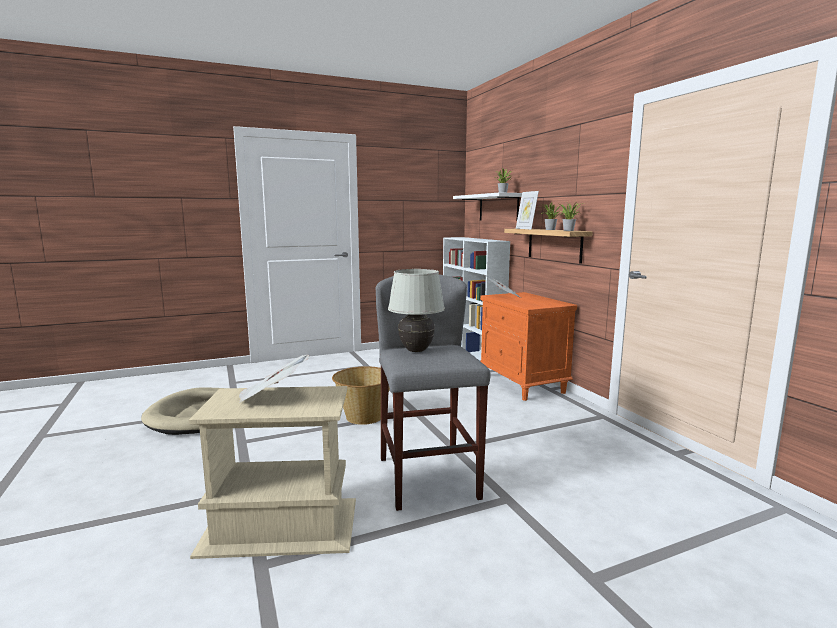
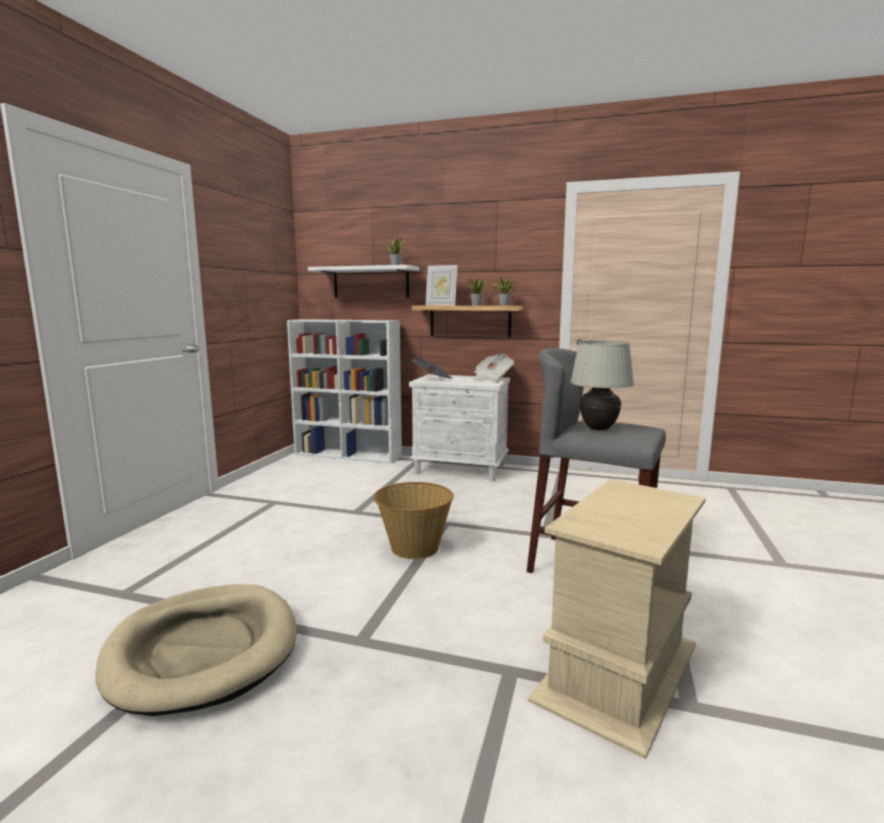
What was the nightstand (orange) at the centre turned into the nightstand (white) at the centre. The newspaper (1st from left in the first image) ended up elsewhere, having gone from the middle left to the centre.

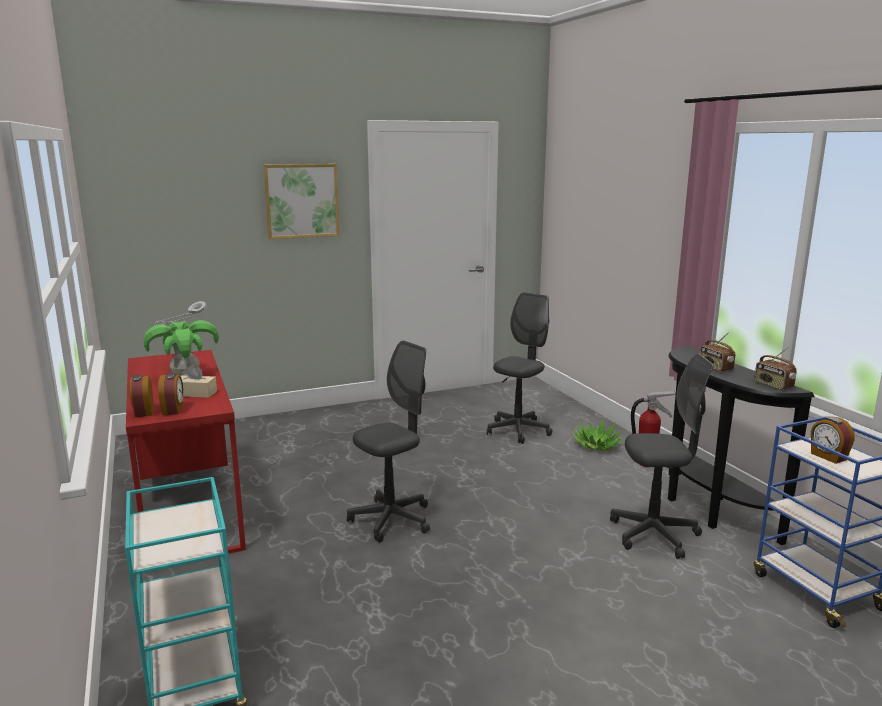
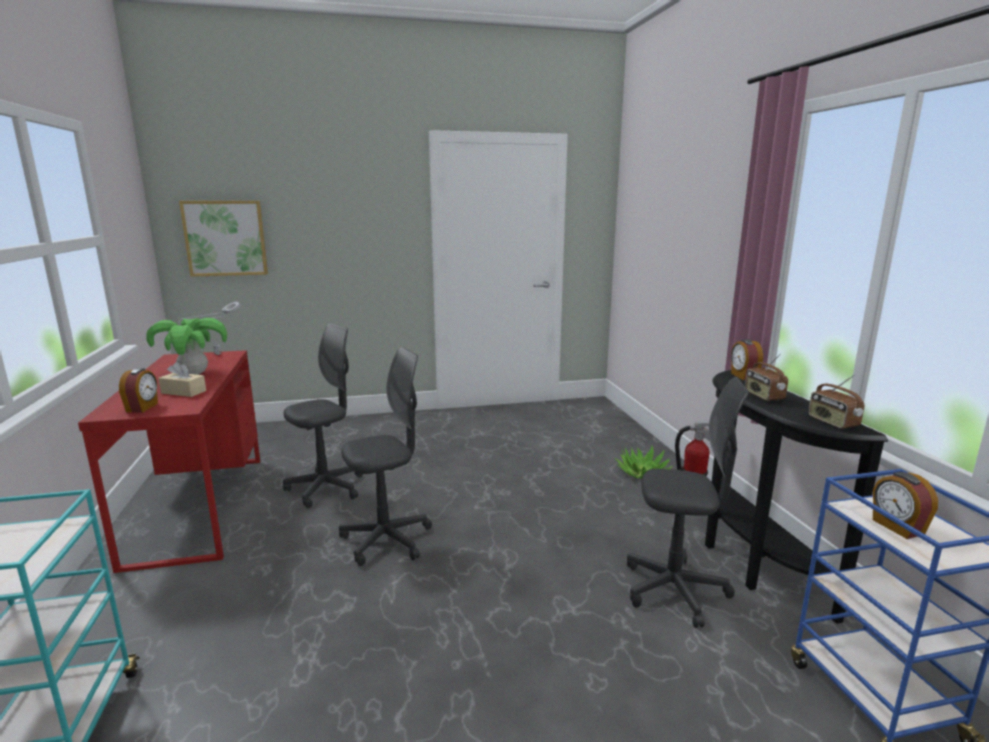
The picture ended up elsewhere, having gone from the top centre to the top left. The office chair (grey) (2nd from left in the first image) ended up elsewhere, having gone from the centre to the middle left. The alarm clock (1st from left in the first image) ended up elsewhere, having gone from the middle left to the middle right.

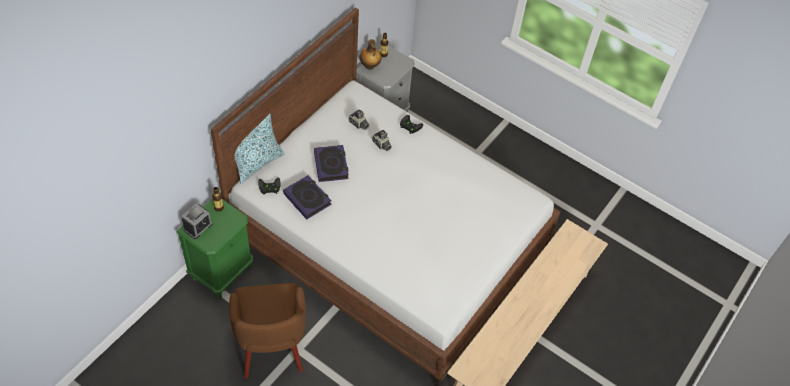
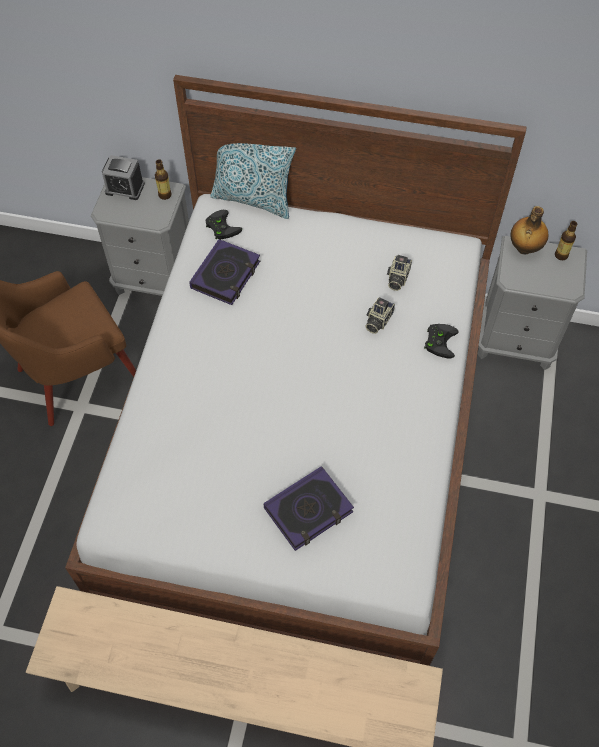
What was the nightstand (green) at the middle left turned into the nightstand (grey) (1st from left) at the top left. The book (2nd from left) ended up elsewhere, having gone from the centre to the bottom centre.

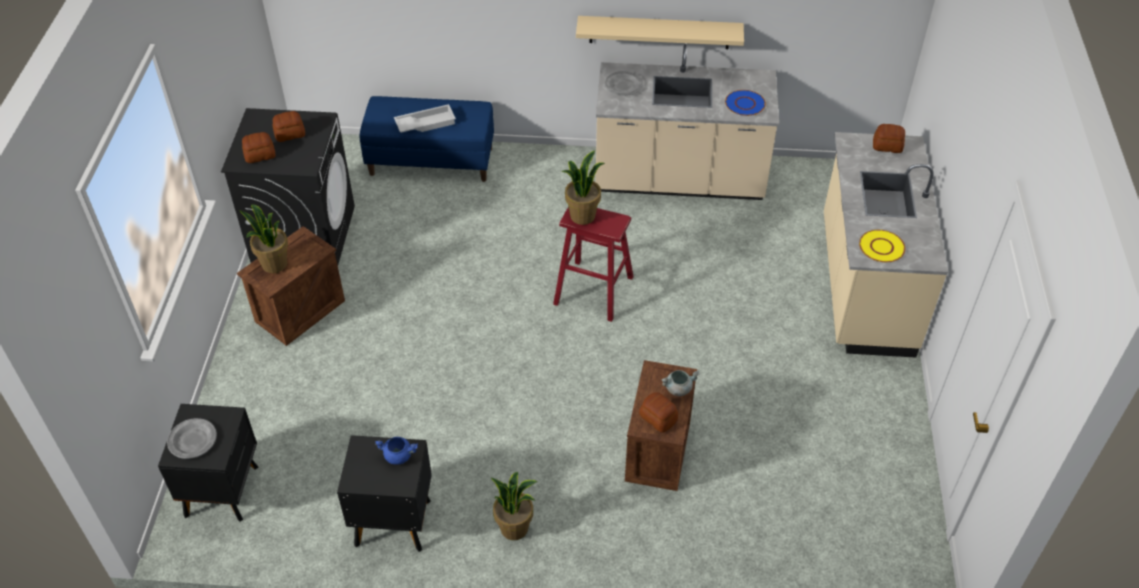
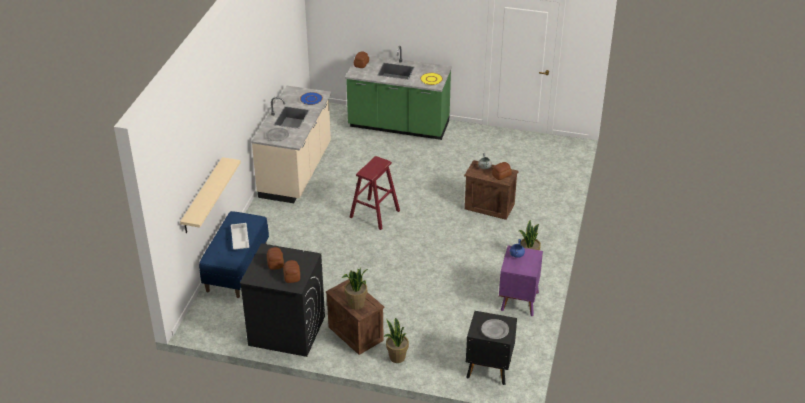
The shelf (beige) ended up elsewhere, having gone from the top centre to the middle left. What was the counter (beige) (2nd from left) at the middle right turned into the counter (green) at the top centre. The potted plant (3rd from left in the first image) ended up elsewhere, having gone from the top centre to the bottom centre. What was the nightstand (black) (2nd from left) at the bottom centre turned into the nightstand (purple) at the bottom centre.

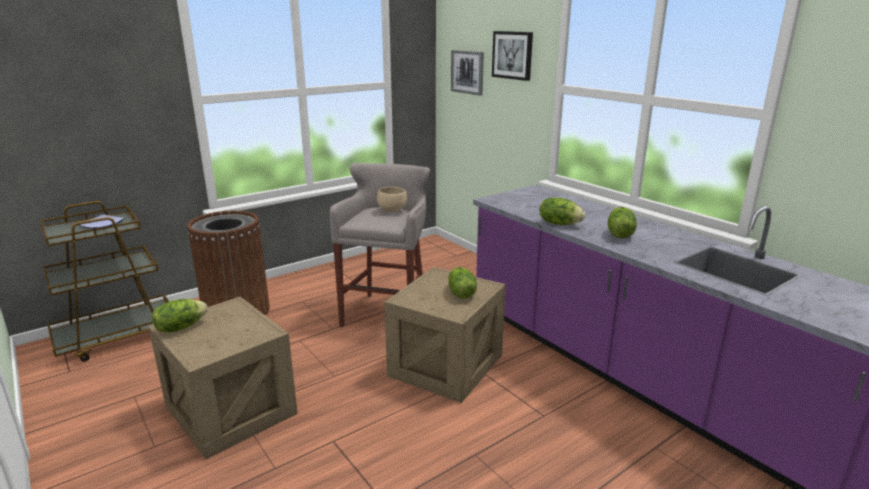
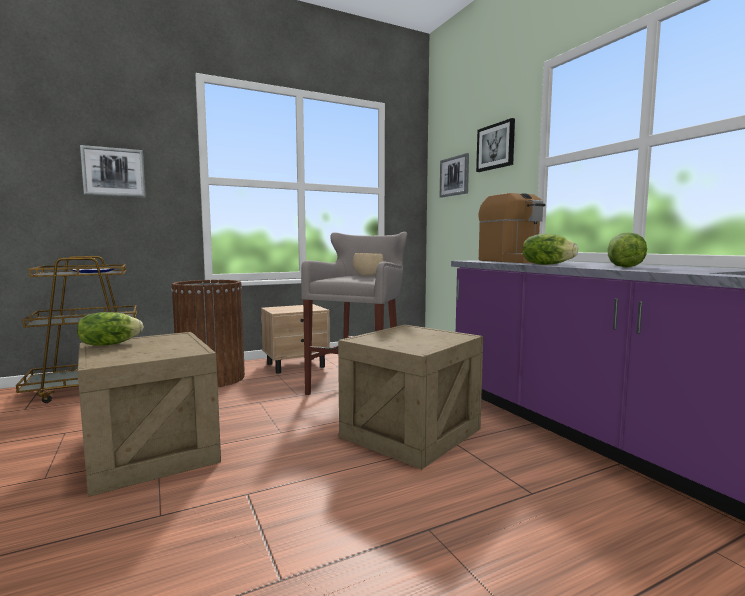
The second view gained the picture (1st from left) at the top left. The second view gained the nightstand (beige) at the centre. The second view gained the coffee machine at the middle right. The second view lost the lettuce (2nd from left) at the centre.

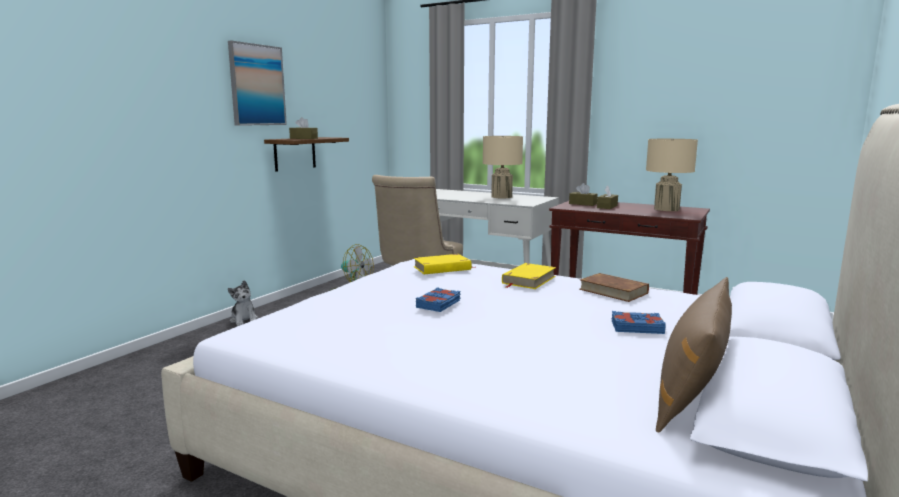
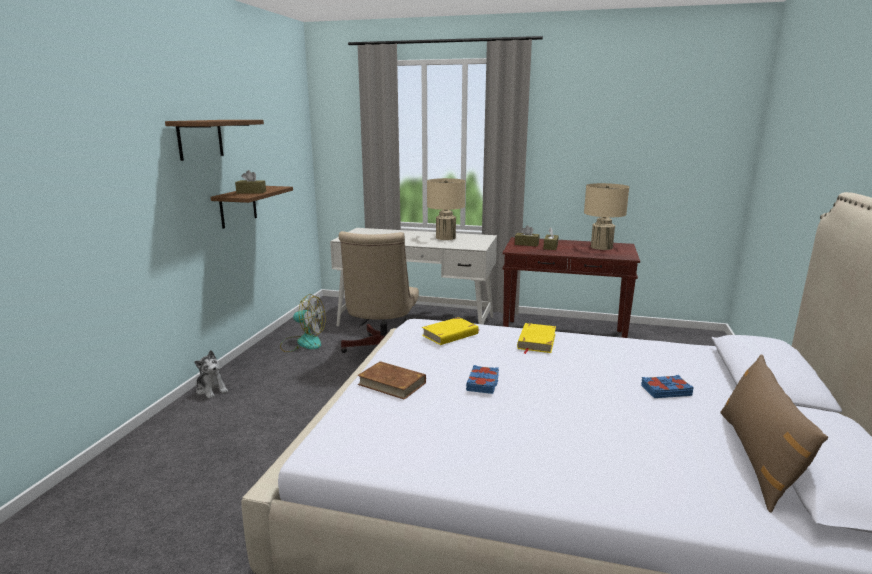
Where the picture hung at the top left, the shelf (1st from left) came to hang at the top left. The book (brown) ended up elsewhere, having gone from the middle right to the centre.

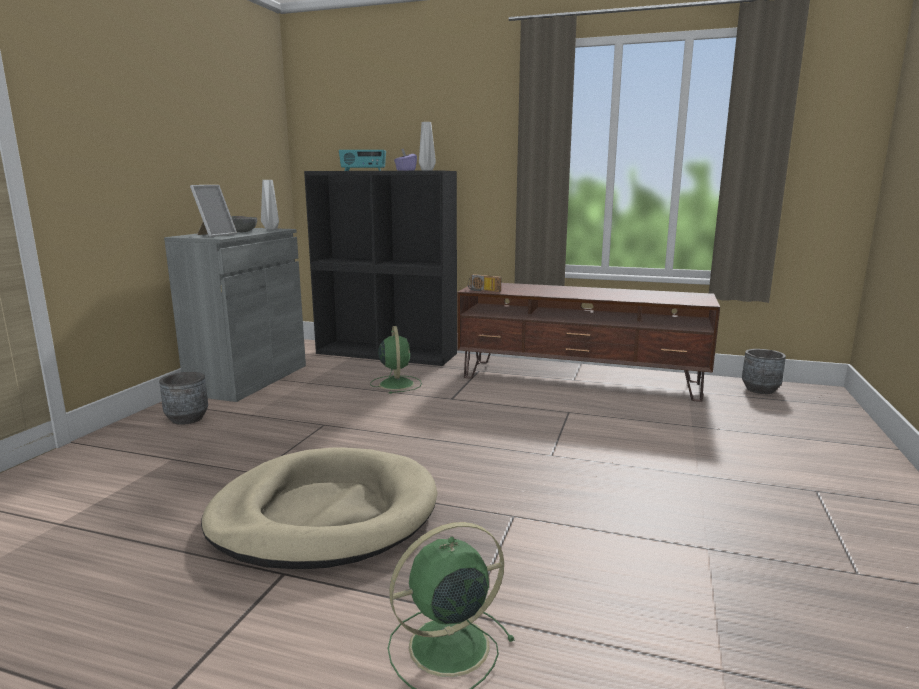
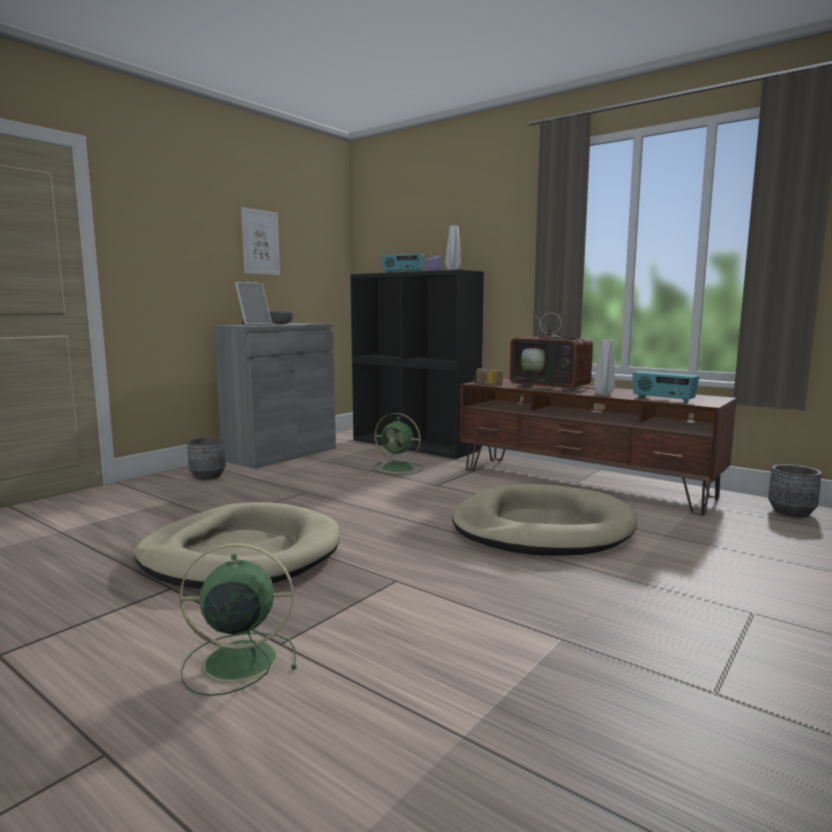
The second view gained the picture at the top left. The fan (green) (1st from left in the first image) at the centre ended up facing another way, 105 degrees clockwise from before. The second view gained the dog bed (beige) (2nd from left) at the centre. The second view gained the television at the centre. The vase (grey) (1st from left in the first image) ended up elsewhere, having gone from the top left to the middle right. The second view gained the radio (3rd from left) at the middle right.

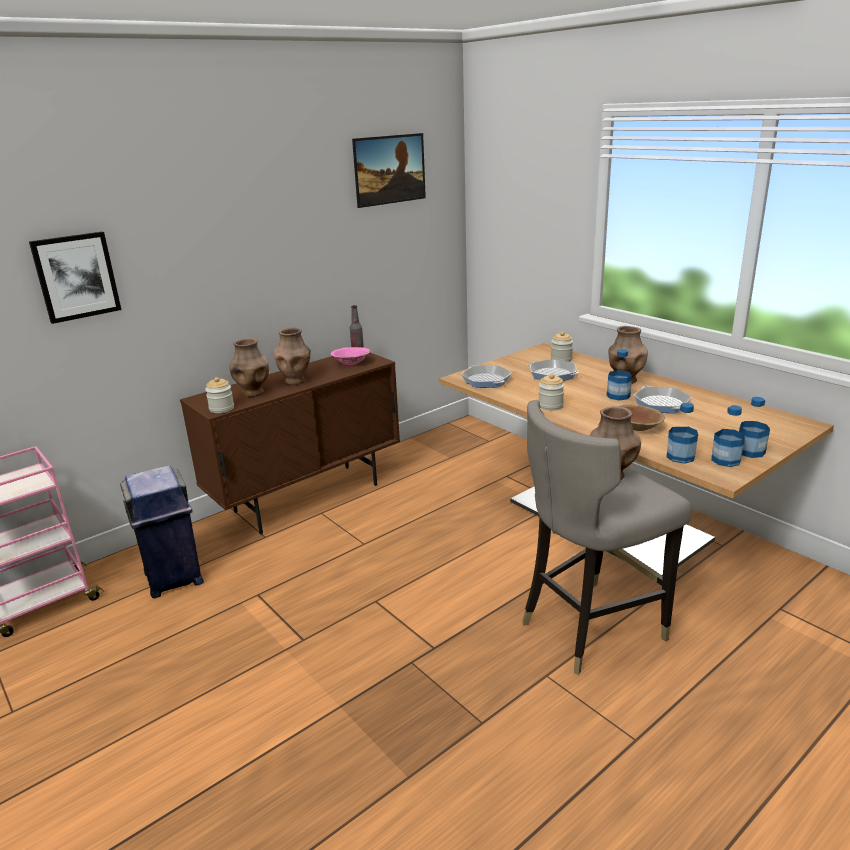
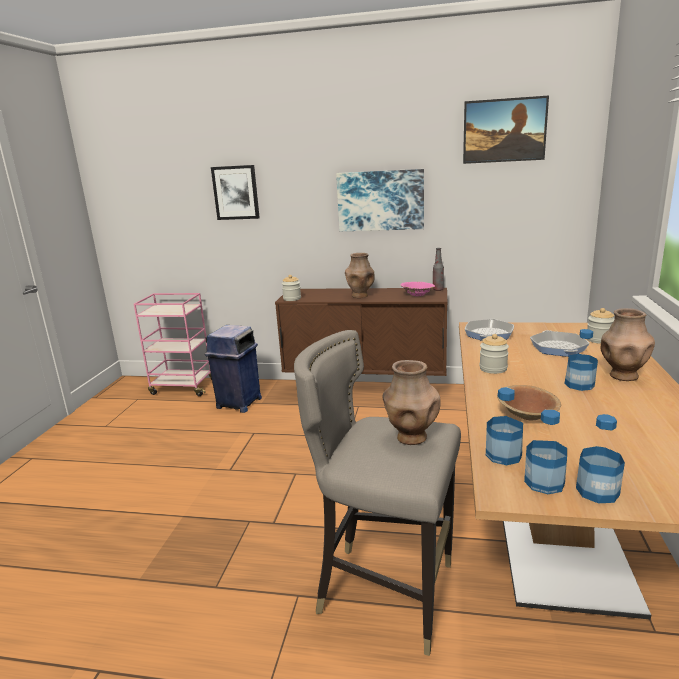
The second view gained the picture (2nd from left) at the top centre. The second view lost the vase (brown) (1st from left) at the middle left. The second view lost the frying pan (3rd from left) at the middle right.

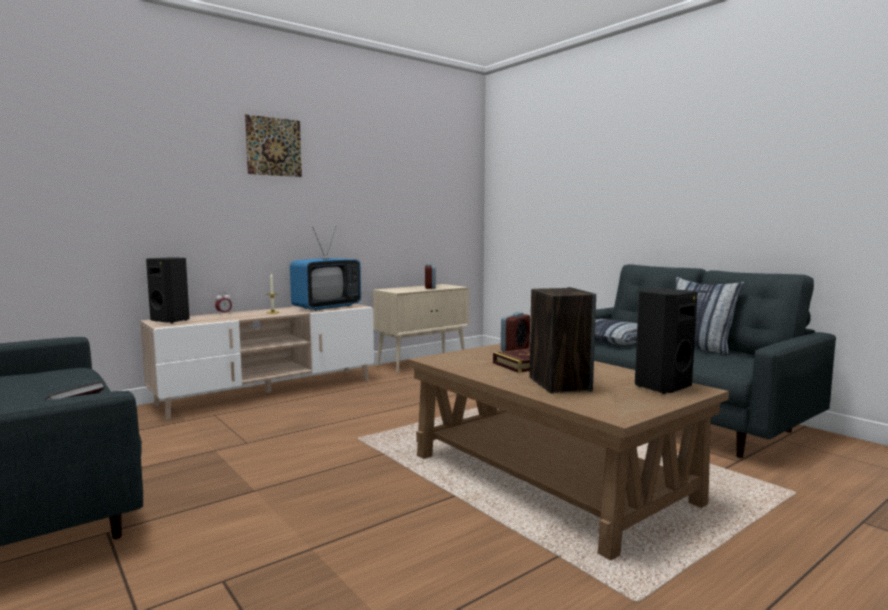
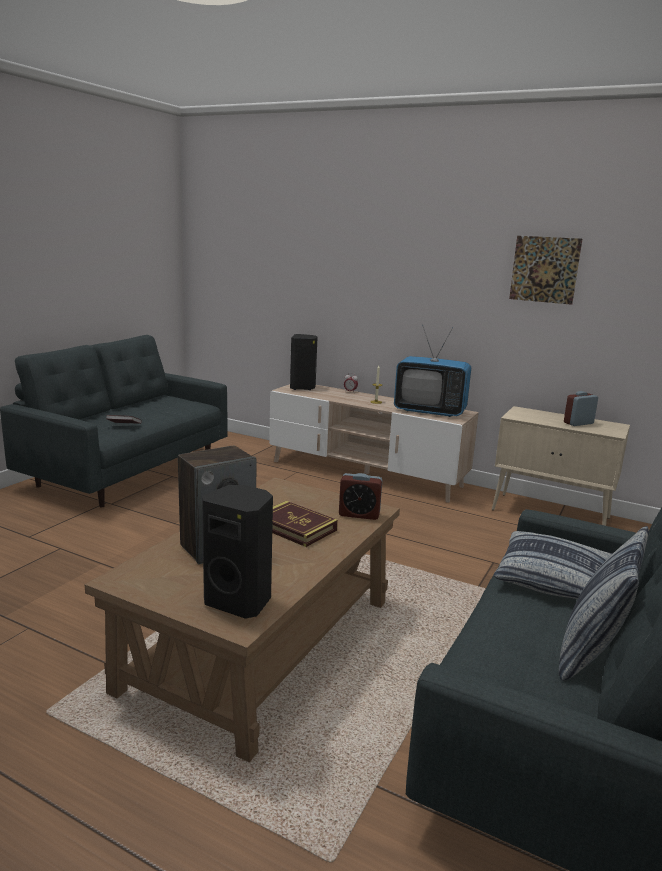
The picture ended up elsewhere, having gone from the top left to the top right.

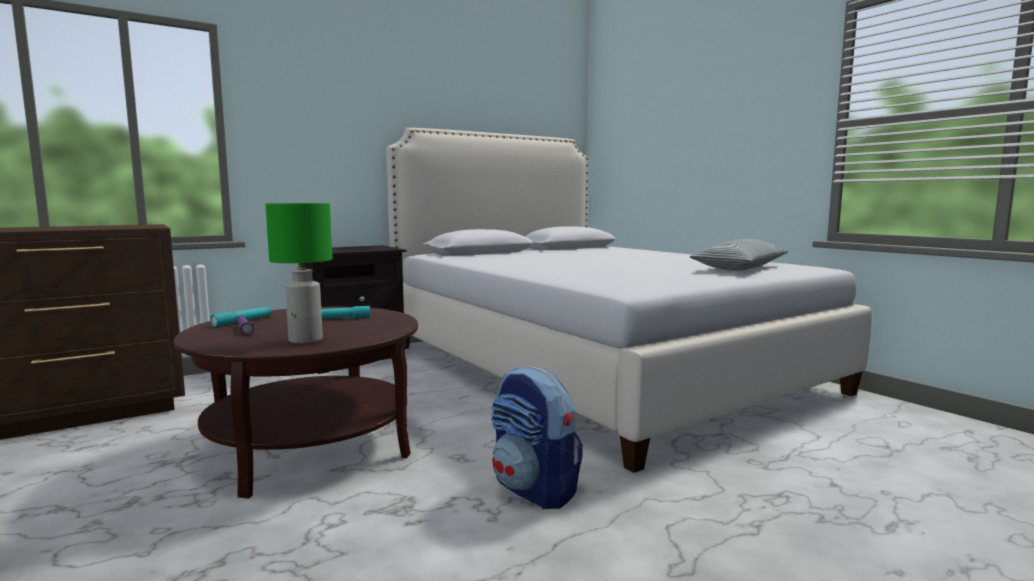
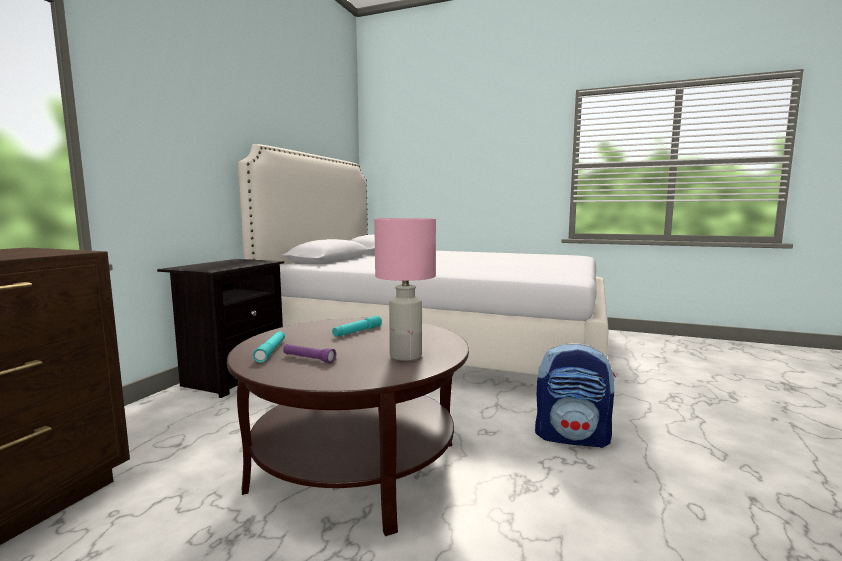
What was the table lamp (green) at the middle left turned into the table lamp (pink) at the centre. The second view lost the pillow at the middle right.

